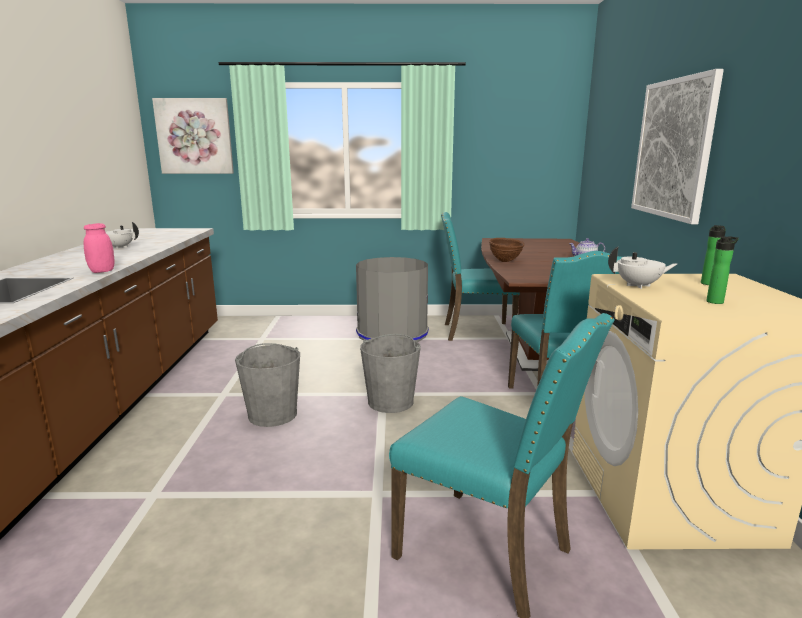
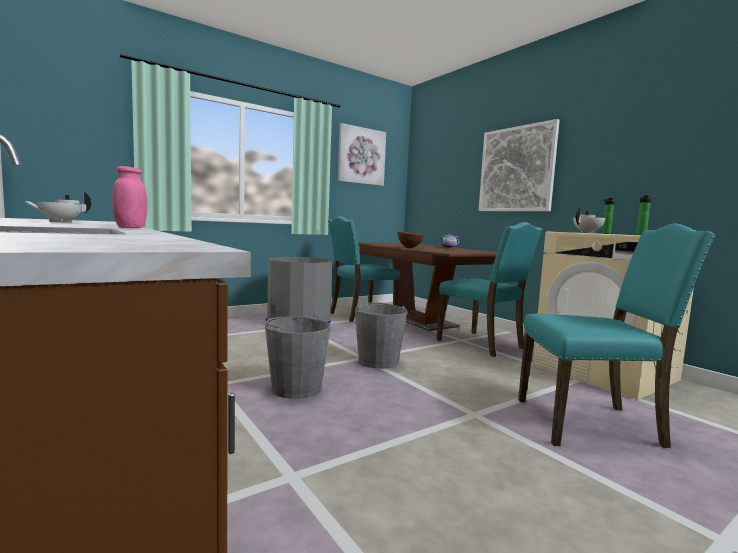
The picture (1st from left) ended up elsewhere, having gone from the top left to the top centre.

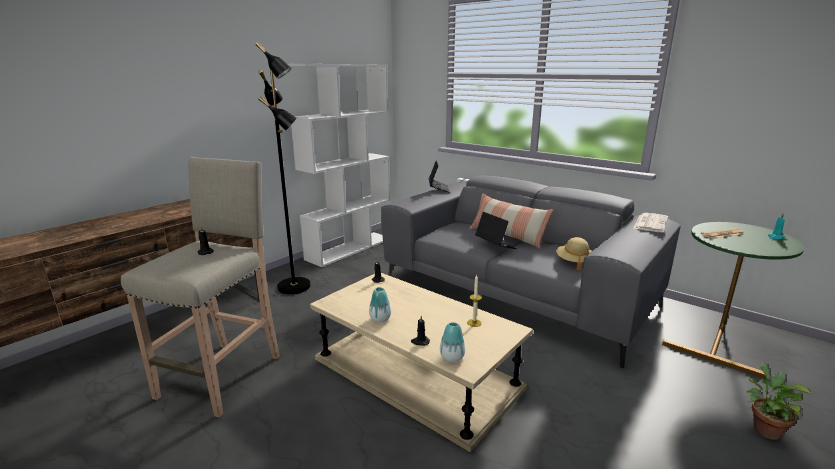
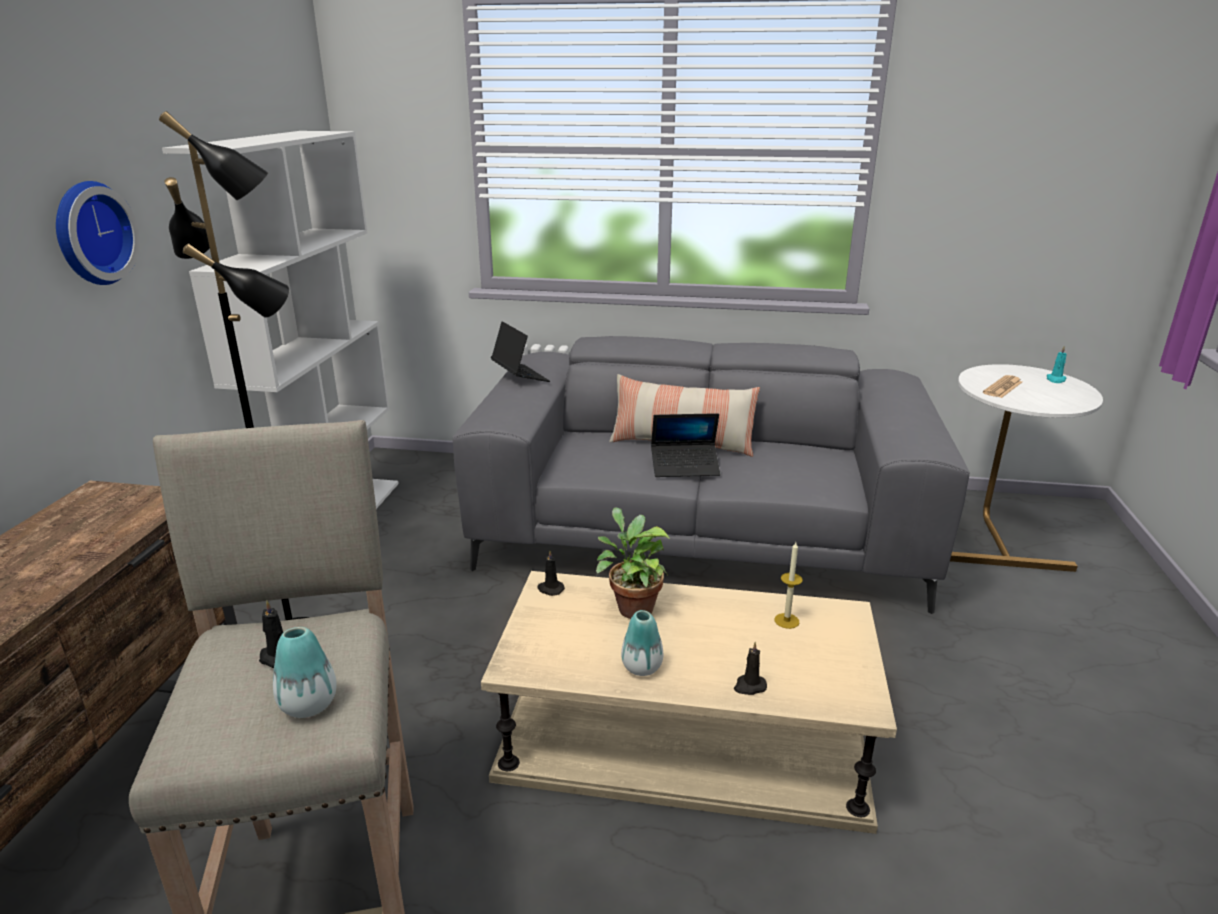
The second view gained the wall clock at the top left. The vase (2nd from left in the first image) ended up elsewhere, having gone from the bottom centre to the bottom left. The potted plant ended up elsewhere, having gone from the bottom right to the centre. The laptop (2nd from left) at the centre ended up facing another way, 150 degrees clockwise from before. What was the side table (green) at the middle right turned into the side table (white) at the middle right. The second view lost the hat (beige) at the middle right. The second view lost the newspaper (1st from left) at the middle right.

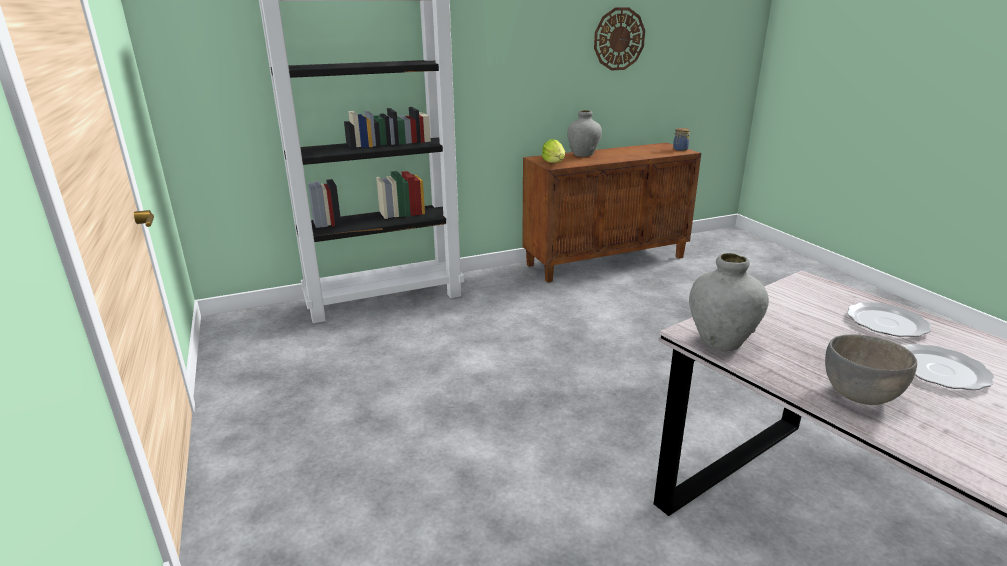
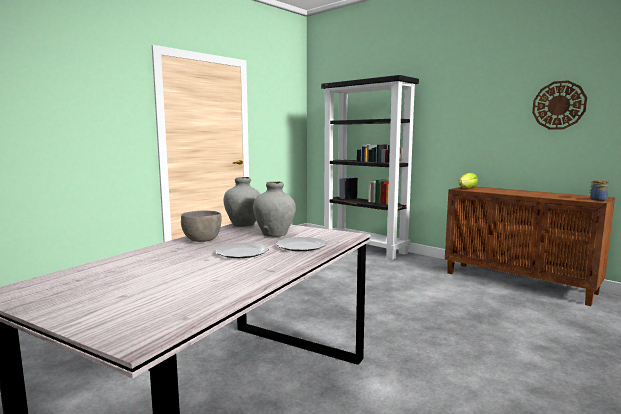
The vase (grey) (1st from left in the first image) ended up elsewhere, having gone from the top centre to the centre.

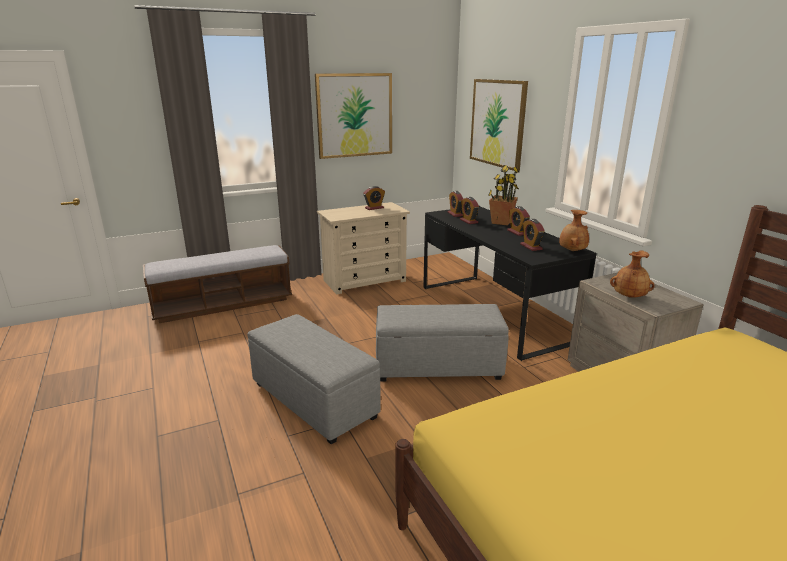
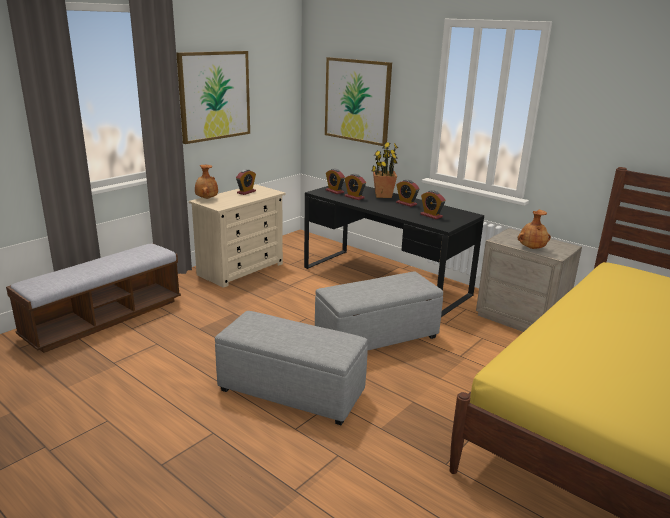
The vase (brown) (1st from left) ended up elsewhere, having gone from the middle right to the middle left.

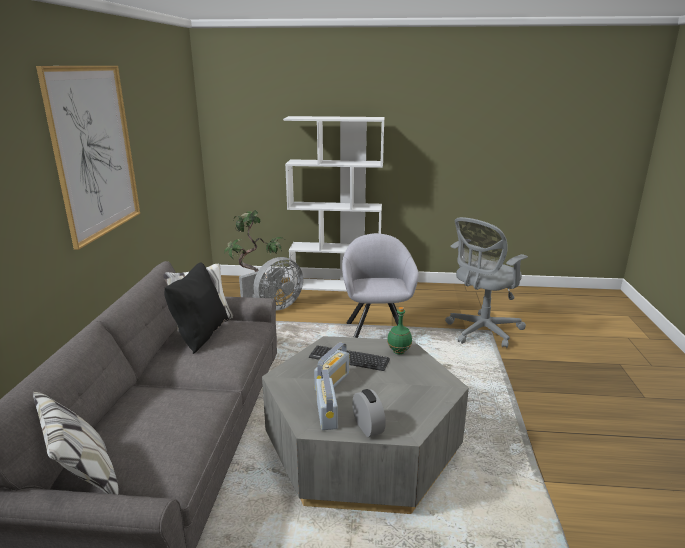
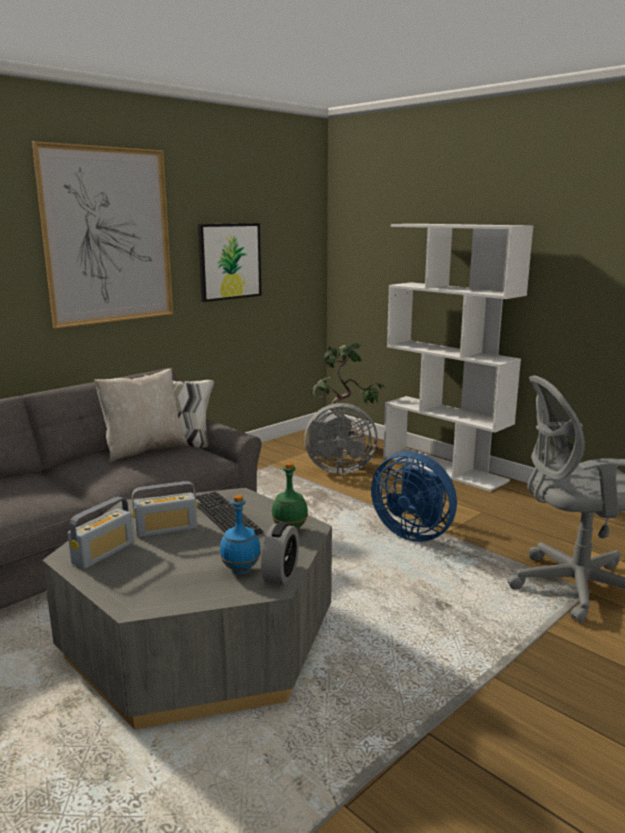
What was the pillow (black) at the middle left turned into the pillow (beige) at the middle left. The second view gained the picture (2nd from left) at the top centre. The second view gained the bottle (blue) at the centre. The alarm clock ended up elsewhere, having gone from the bottom centre to the centre. Where the armchair (grey) stood at the centre, the fan (blue) came to stand at the centre.

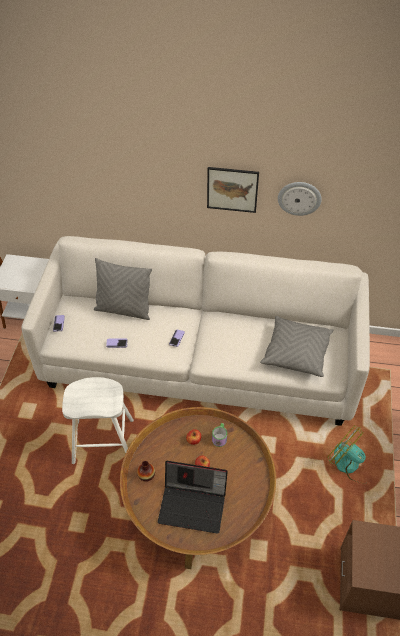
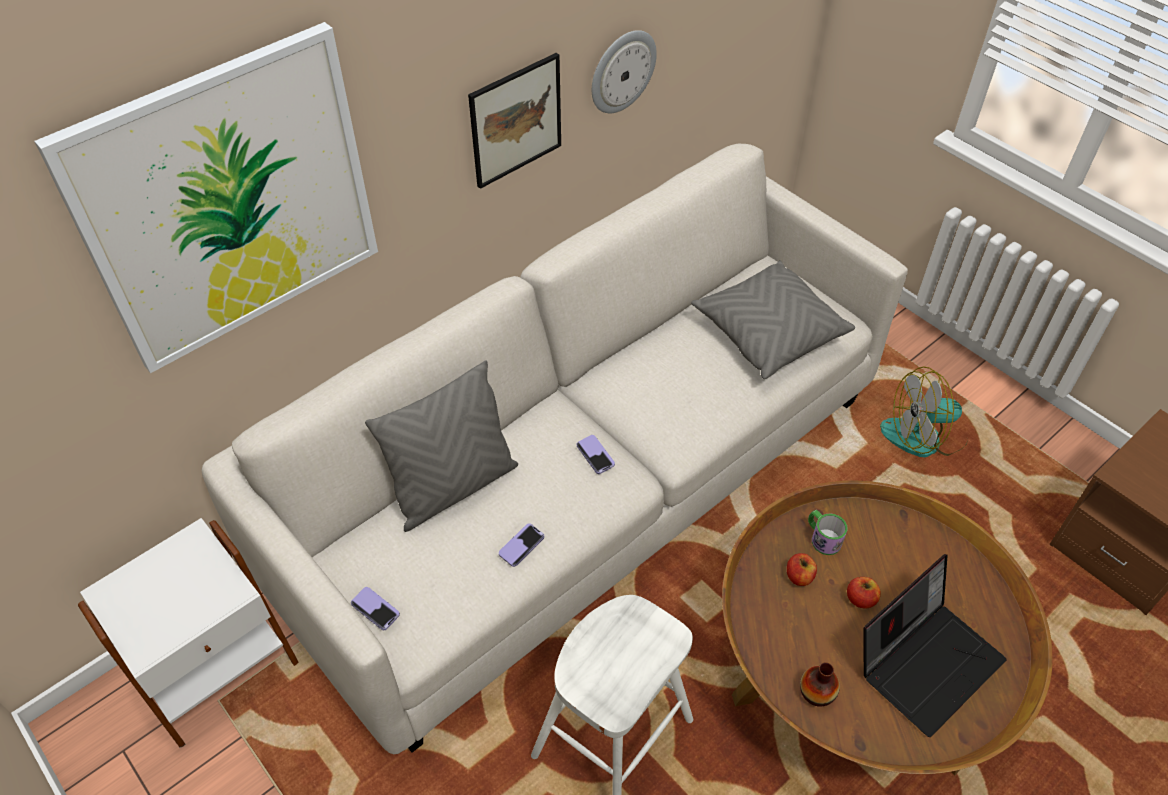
The second view gained the picture (1st from left) at the top left.

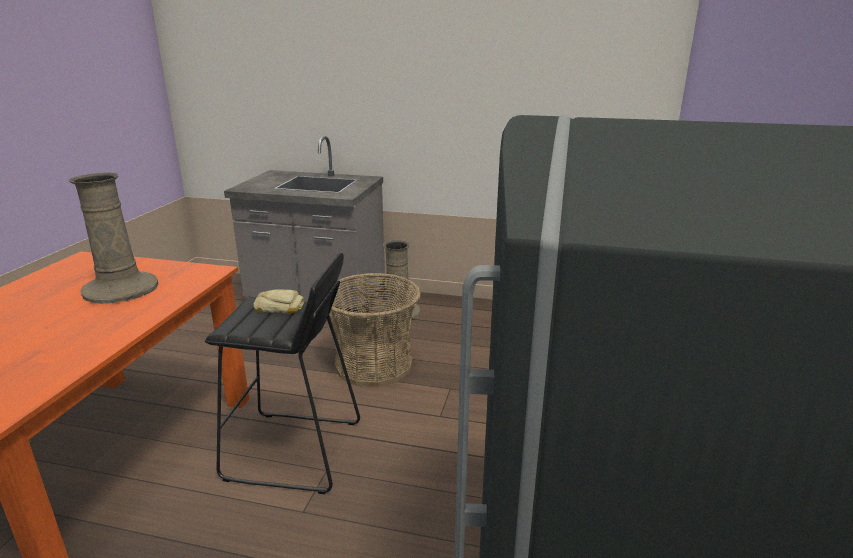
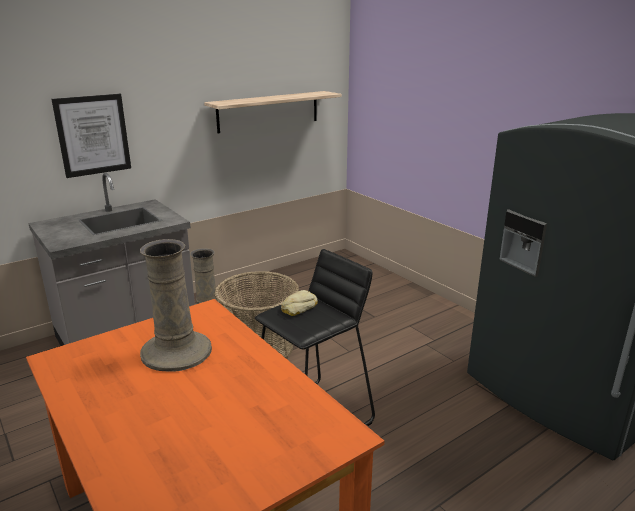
The second view gained the picture at the top left. The second view gained the shelf at the top centre.

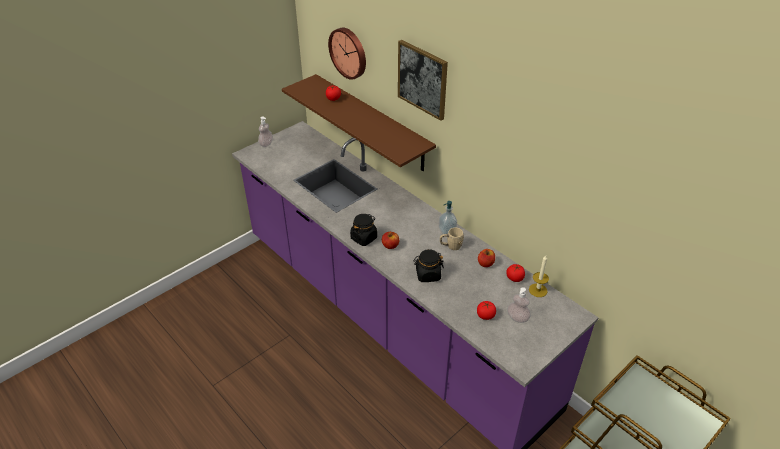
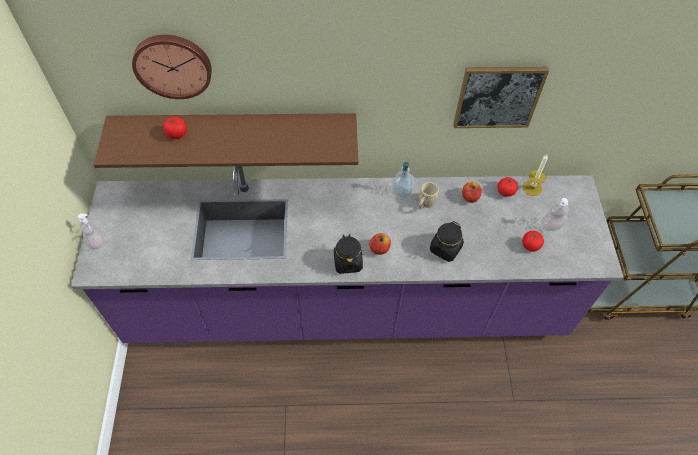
The picture ended up elsewhere, having gone from the top centre to the top right.

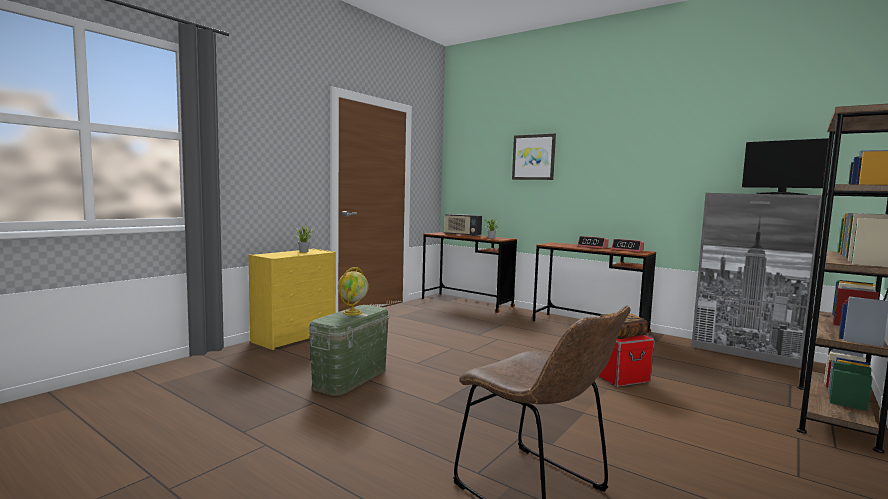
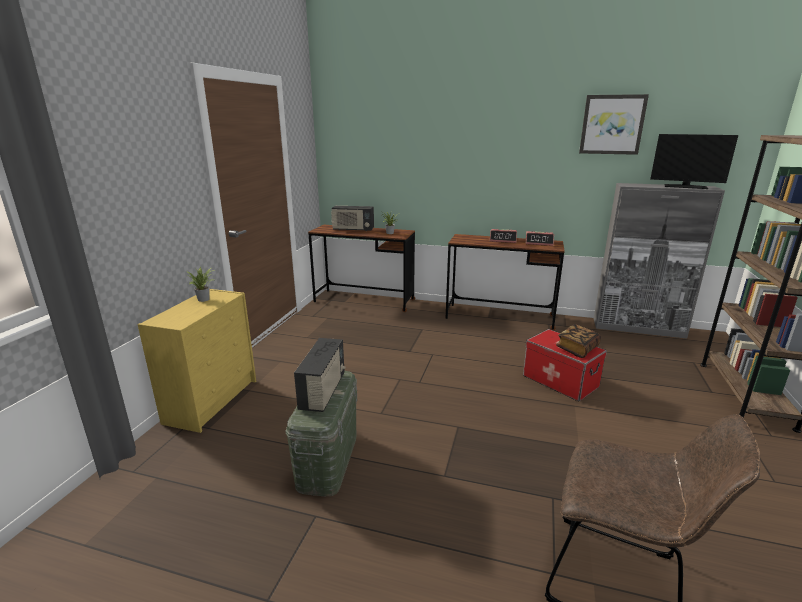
Where the globe stood at the centre, the radio (1st from left) came to stand at the centre. The picture ended up elsewhere, having gone from the top centre to the top right.

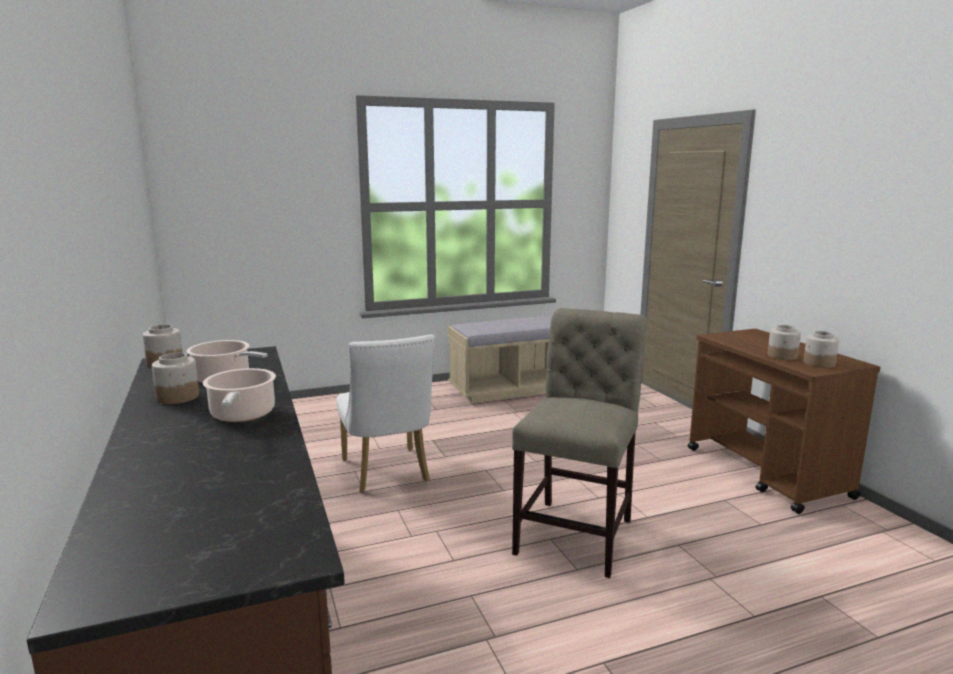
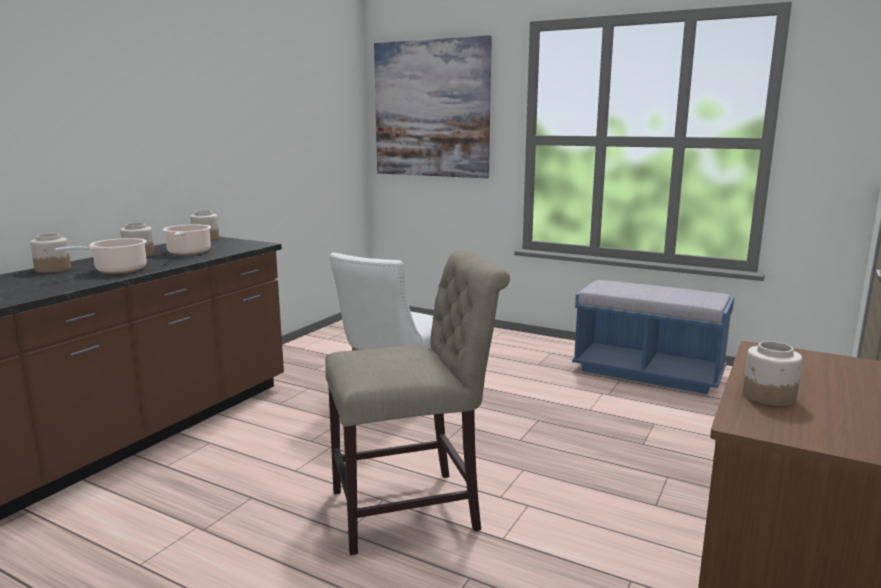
The jar (4th from left in the first image) ended up elsewhere, having gone from the middle right to the middle left. The second view gained the picture at the top centre. What was the bench (beige) at the centre turned into the bench (blue) at the middle right.

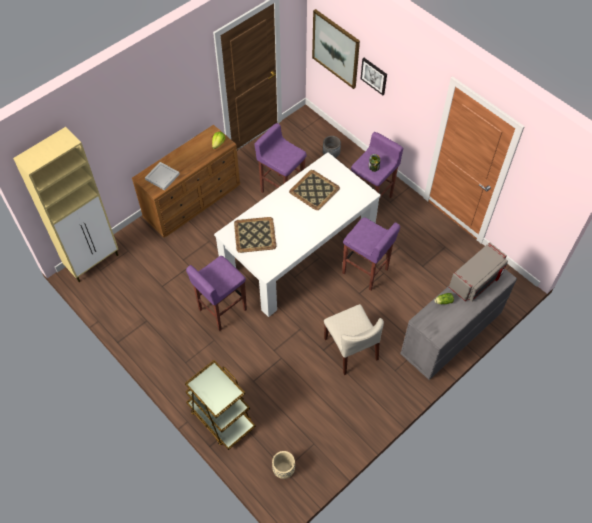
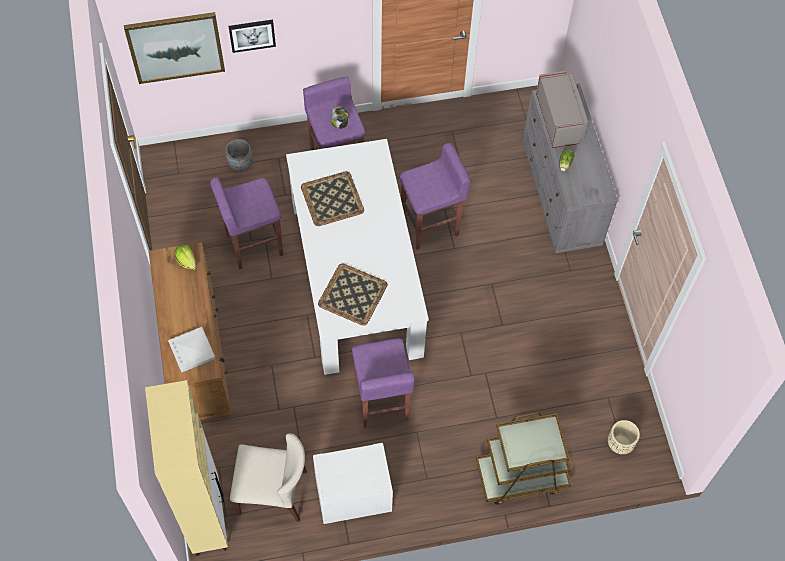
The chair (beige) ended up elsewhere, having gone from the centre to the bottom centre. The second view gained the nightstand (white) at the bottom centre.

